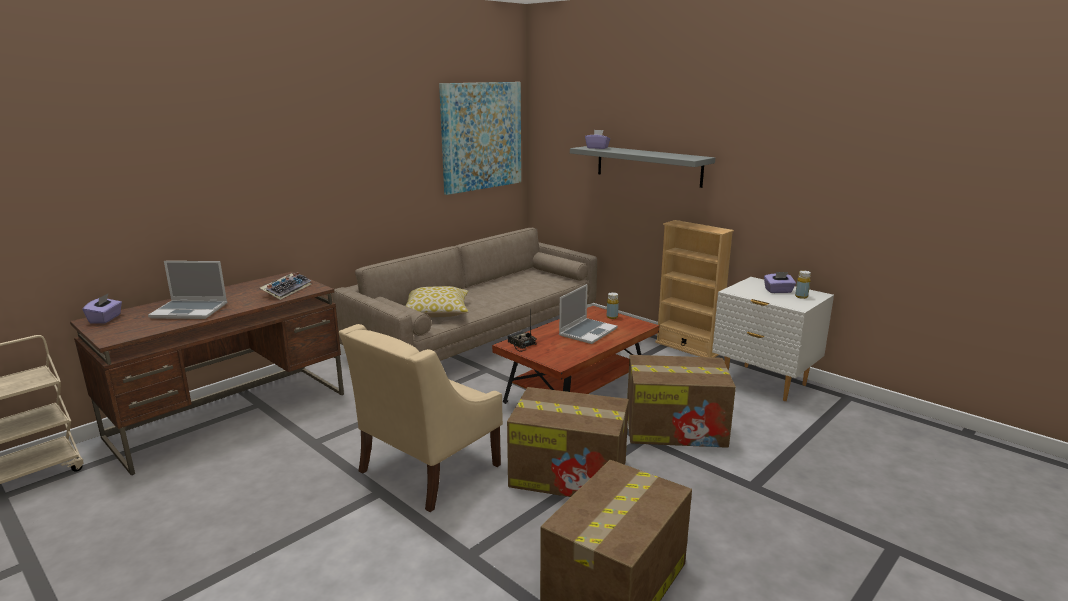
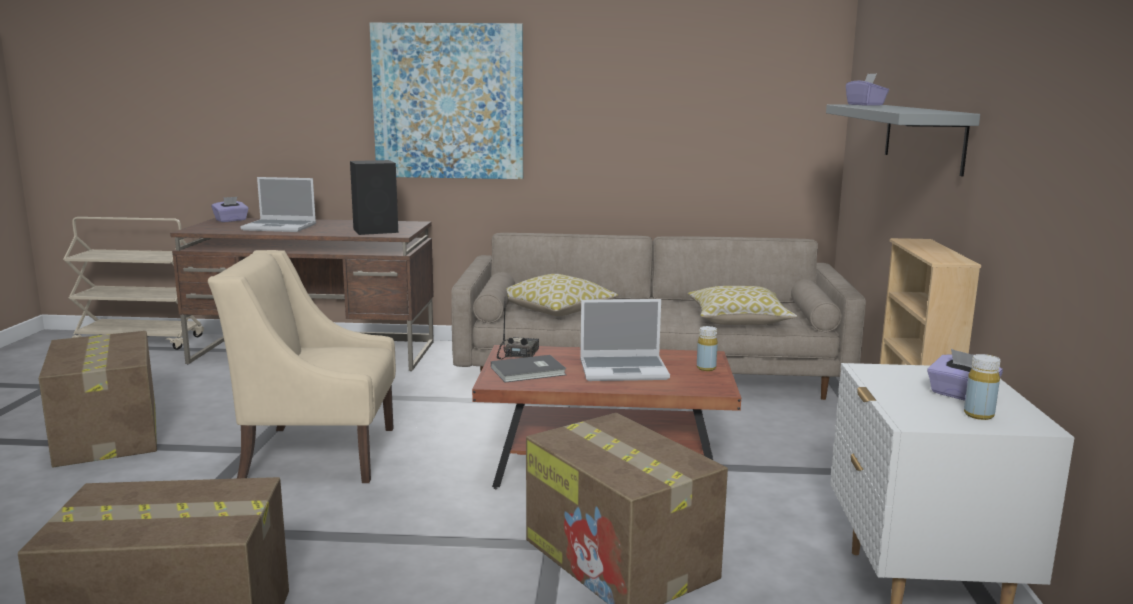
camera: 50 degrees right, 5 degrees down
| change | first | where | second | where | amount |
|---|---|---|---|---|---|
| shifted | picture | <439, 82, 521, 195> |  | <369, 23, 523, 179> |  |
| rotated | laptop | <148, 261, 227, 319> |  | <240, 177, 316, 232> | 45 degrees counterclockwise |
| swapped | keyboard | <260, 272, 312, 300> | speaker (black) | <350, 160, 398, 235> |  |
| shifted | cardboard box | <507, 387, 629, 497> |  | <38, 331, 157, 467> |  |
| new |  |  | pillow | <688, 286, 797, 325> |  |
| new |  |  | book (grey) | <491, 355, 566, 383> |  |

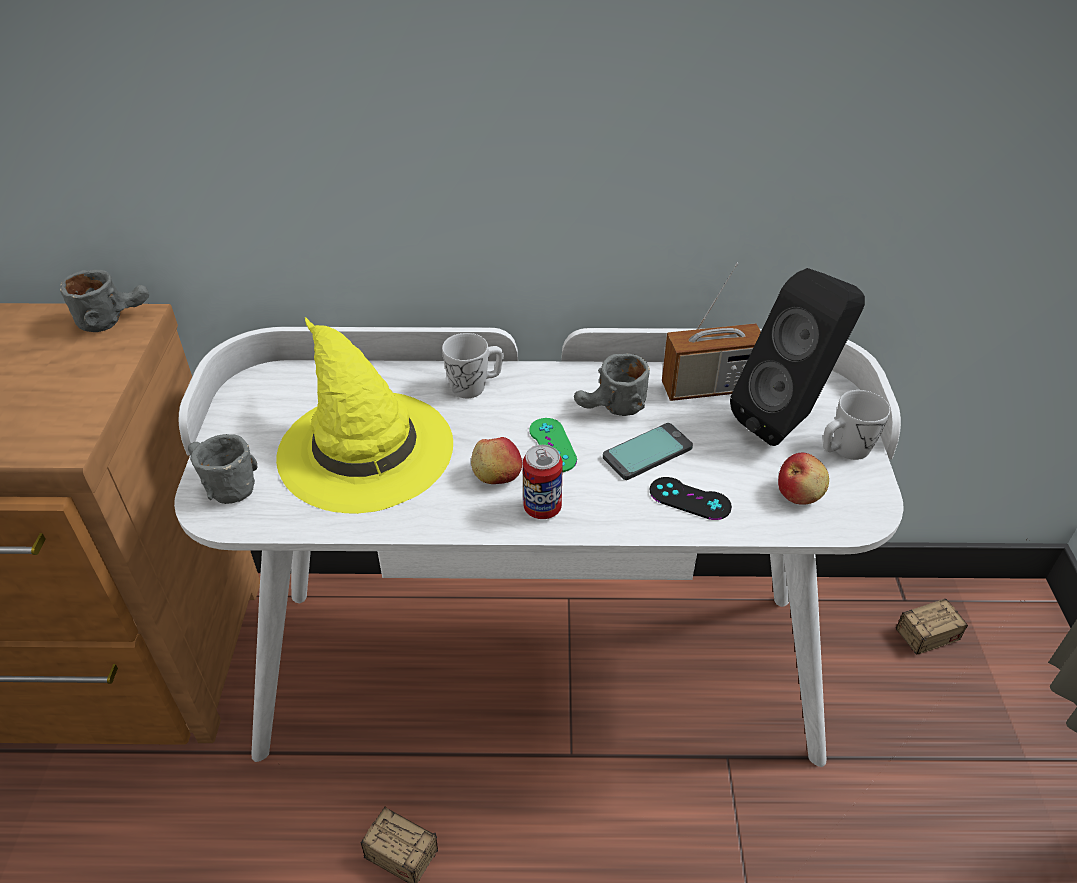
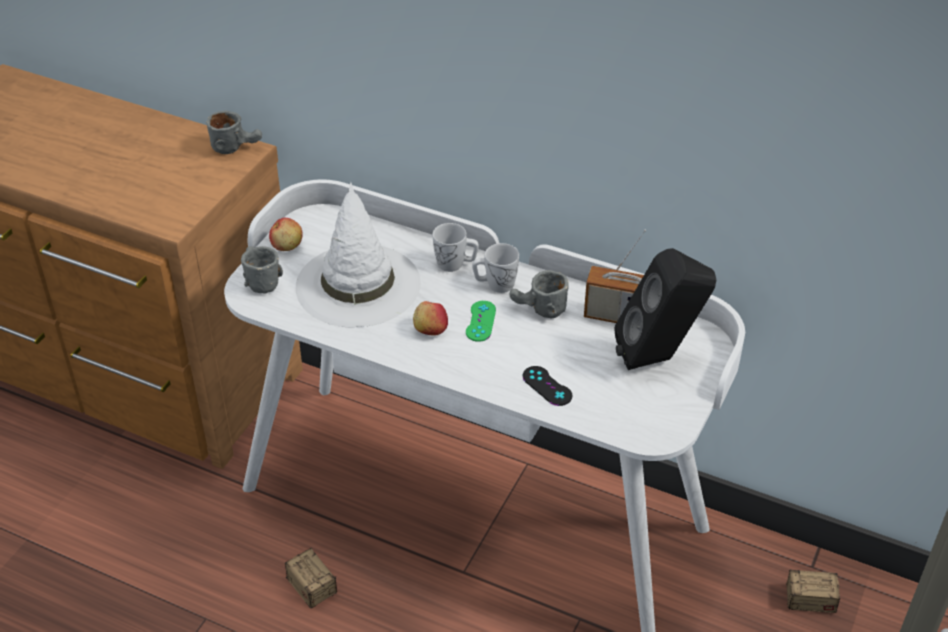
camera: 25 degrees right, 0 degrees up
| change | first | where | second | where | amount |
|---|---|---|---|---|---|
| repainted | hat (yellow) | <276, 317, 453, 514> | hat (white) | <296, 182, 421, 327> |  |
| shifted | mug (white) | <823, 390, 890, 460> |  | <472, 243, 519, 293> |  |
| gone | phone | <603, 423, 693, 480> |  |  |  |
| gone | can | <523, 445, 563, 519> |  |  |  |
| shifted | apple | <778, 453, 829, 505> |  | <269, 218, 303, 251> |  |

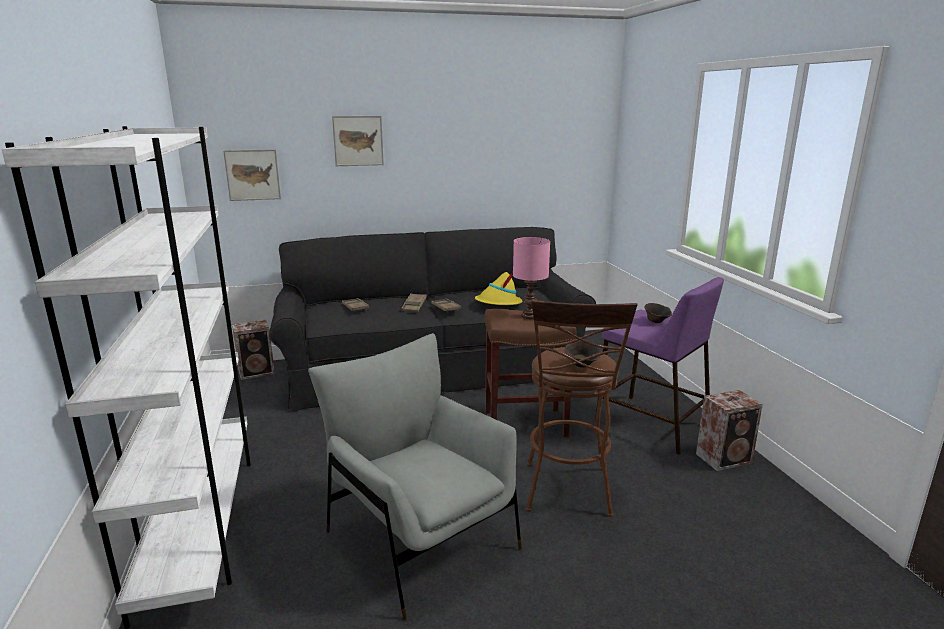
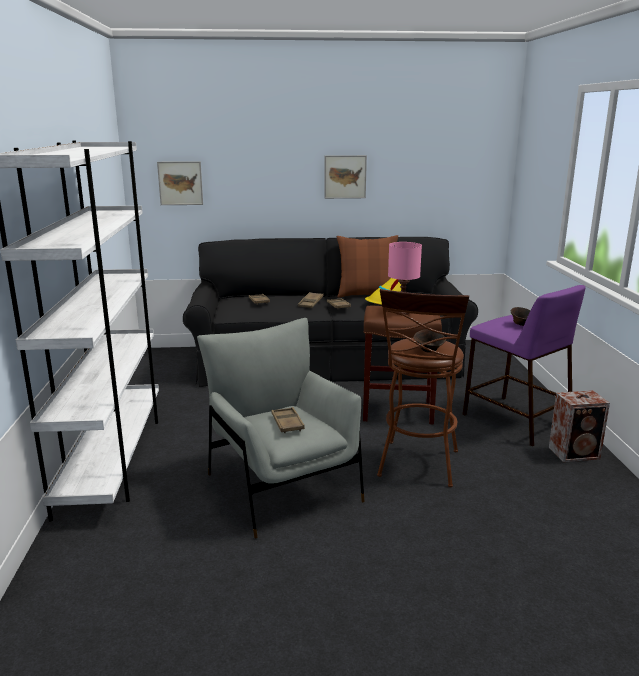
camera: 10 degrees right, 0 degrees up
| change | first | where | second | where | amount |
|---|---|---|---|---|---|
| shifted | picture | <332, 116, 384, 166> |  | <324, 155, 367, 199> |  |
| gone | speaker | <232, 320, 275, 380> |  |  |  |
| new |  |  | pillow (brown) | <336, 235, 398, 298> |  |
| new |  |  | tray (brown) | <271, 407, 305, 433> |  |

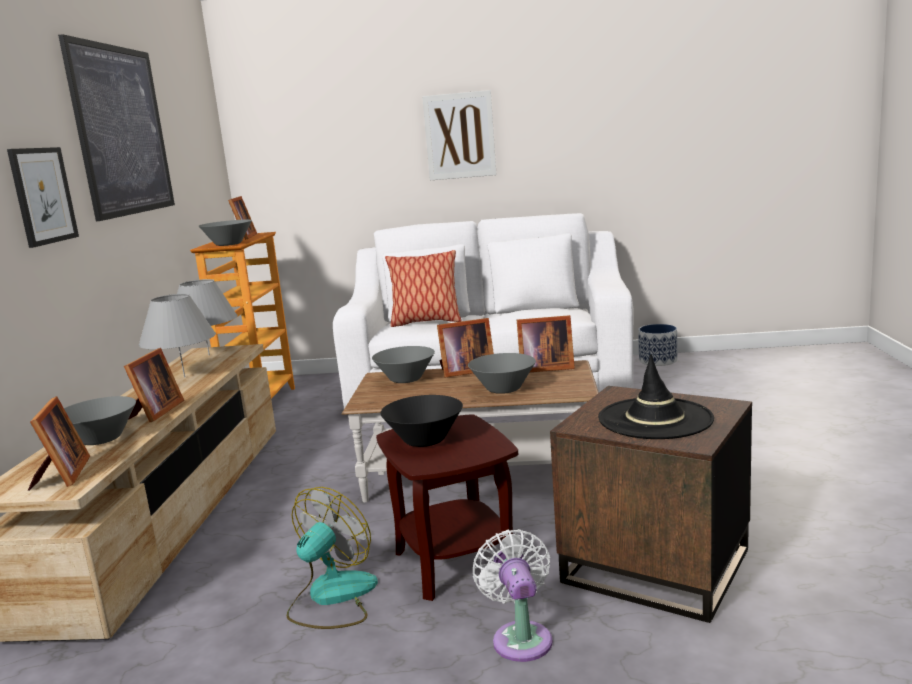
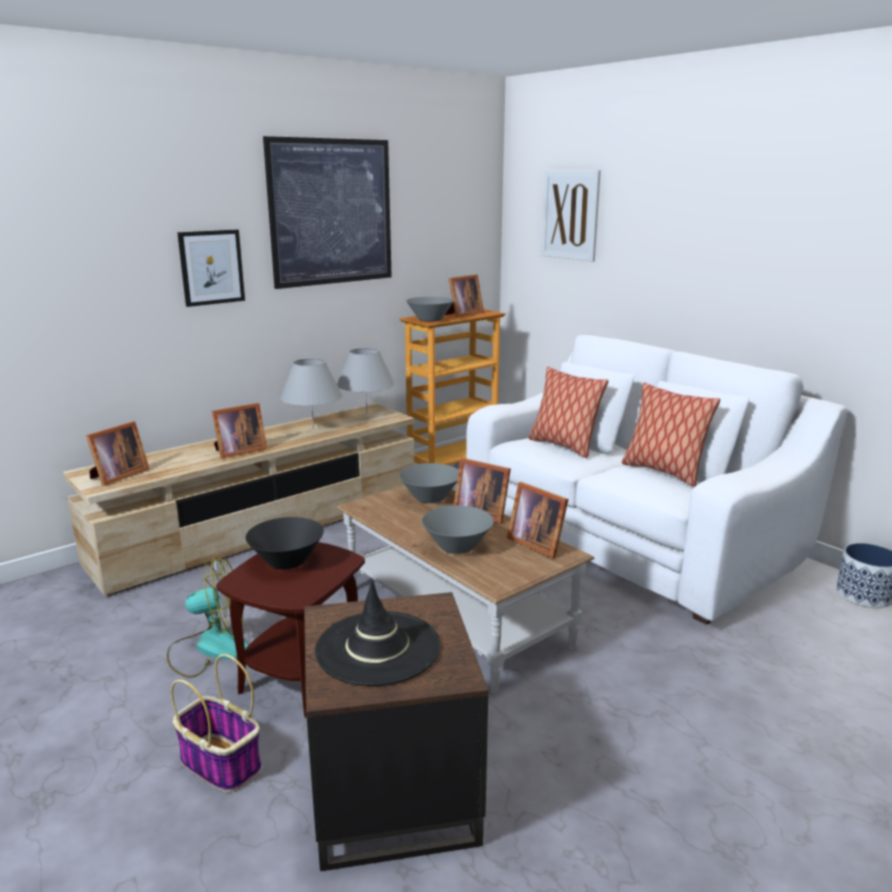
camera: 45 degrees right, 5 degrees up
| change | first | where | second | where | amount |
|---|---|---|---|---|---|
| shifted | picture | <422, 90, 497, 180> |  | <541, 170, 601, 261> |  |
| gone | bowl (grey) | <64, 396, 136, 445> |  |  |  |
| swapped | fan (white) | <473, 529, 552, 662> | basket | <171, 654, 261, 793> |  |
| new |  |  | pillow | <622, 382, 720, 487> |  |

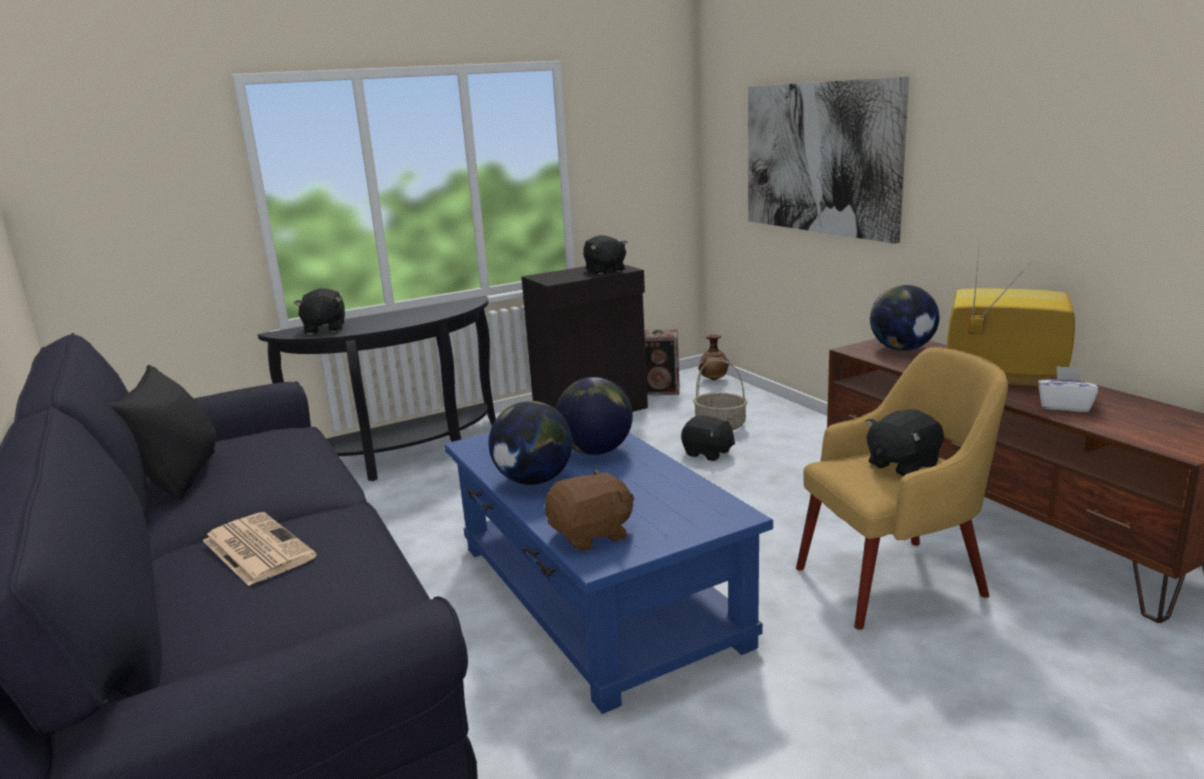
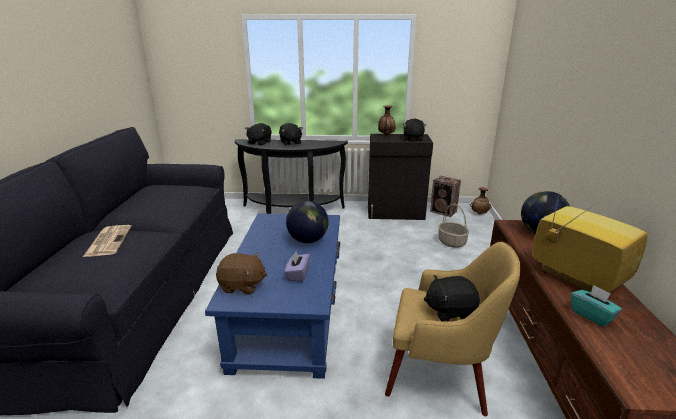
camera: 30 degrees right, 5 degrees up
| change | first | where | second | where | amount |
|---|---|---|---|---|---|
| gone | picture | <748, 76, 909, 244> |  |  |  |
| gone | pillow (black) | <108, 365, 216, 500> |  |  |  |
| repainted | tissue box (white) | <1038, 366, 1099, 412> | tissue box (turquoise) | <571, 285, 622, 327> |  |
| gone | globe | <489, 401, 573, 485> |  |  |  |
| shifted | plush toy (black) | <681, 415, 735, 461> |  | <279, 123, 303, 145> |  |
| new |  |  | vase | <378, 106, 396, 135> |  |
| new |  |  | tissue box (purple) | <285, 251, 310, 282> |  |

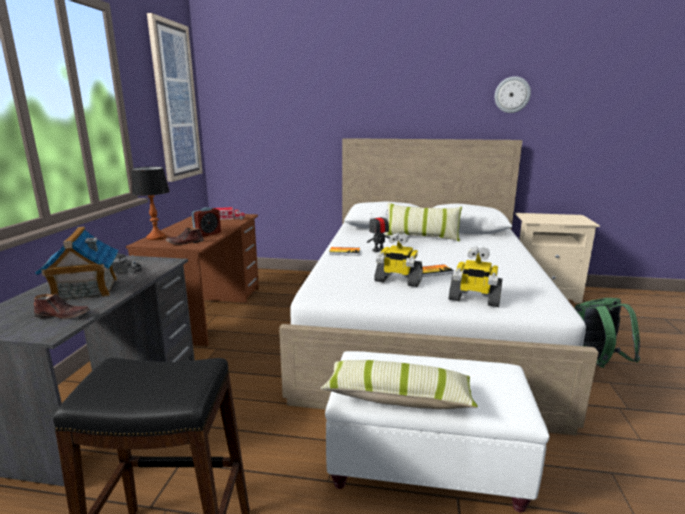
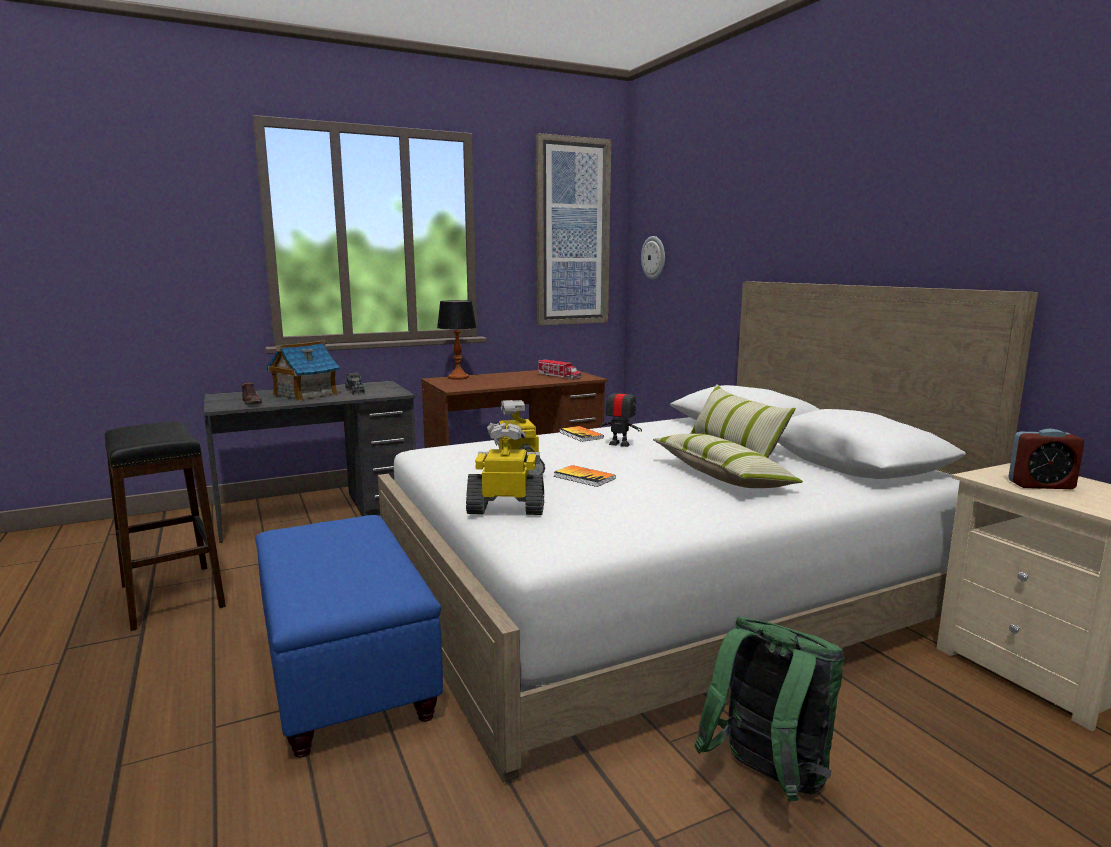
camera: 55 degrees right, 5 degrees down
| change | first | where | second | where | amount |
|---|---|---|---|---|---|
| shifted | wall clock | <495, 76, 531, 113> |  | <641, 236, 665, 279> |  |
| shifted | alarm clock | <192, 207, 221, 237> |  | <1009, 429, 1084, 489> |  |
| gone | shoe (brown) | <166, 228, 204, 245> |  |  |  |
| rotated | toy robot | <449, 246, 502, 307> |  | <466, 423, 544, 515> | 105 degrees clockwise |
| repainted | ottoman (white) | <325, 351, 550, 513> | ottoman (blue) | <255, 515, 443, 758> |  |
| shifted | pillow | <321, 360, 478, 409> |  | <653, 434, 803, 488> |  |

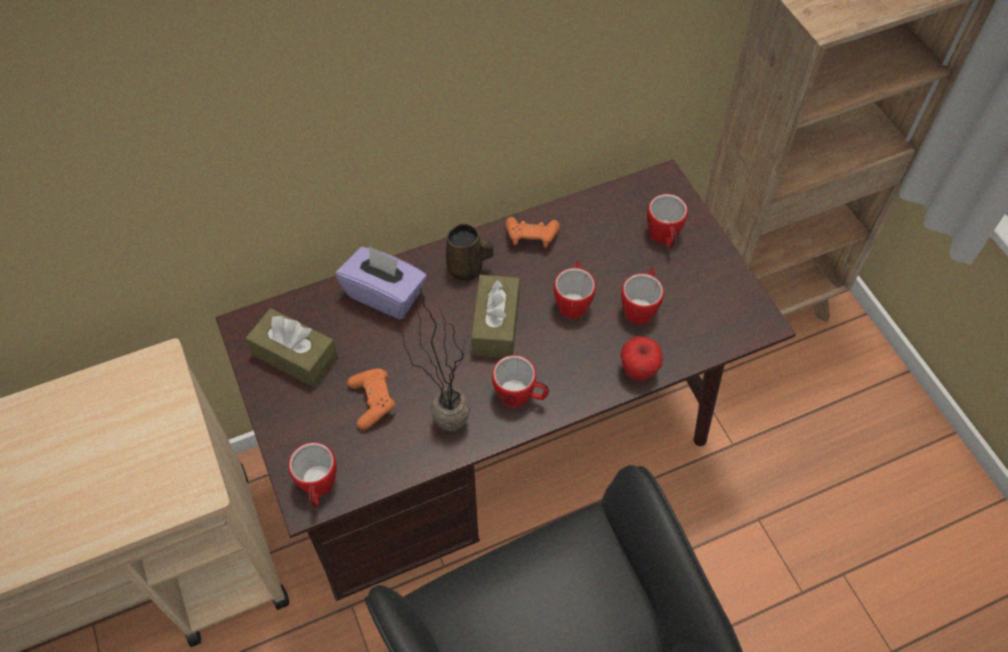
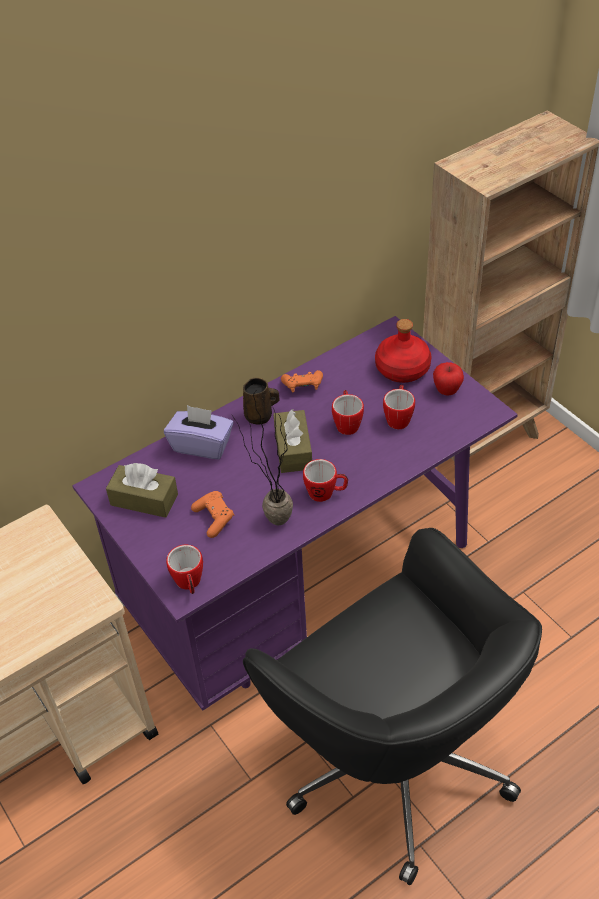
camera: 10 degrees left, 10 degrees down
| change | first | where | second | where | amount |
|---|---|---|---|---|---|
| repainted | desk (brown) | <215, 159, 796, 601> | desk (purple) | <72, 316, 518, 711> |  |
| swapped | mug | <647, 194, 688, 249> | bottle (red) | <375, 319, 432, 383> |  |
| shifted | apple | <621, 336, 663, 381> |  | <433, 362, 464, 396> |  |

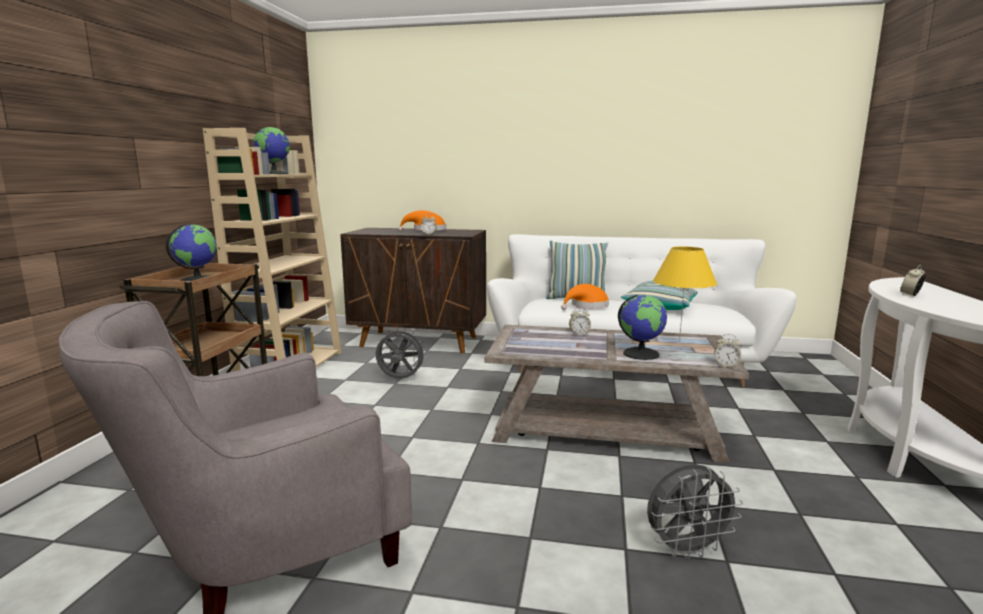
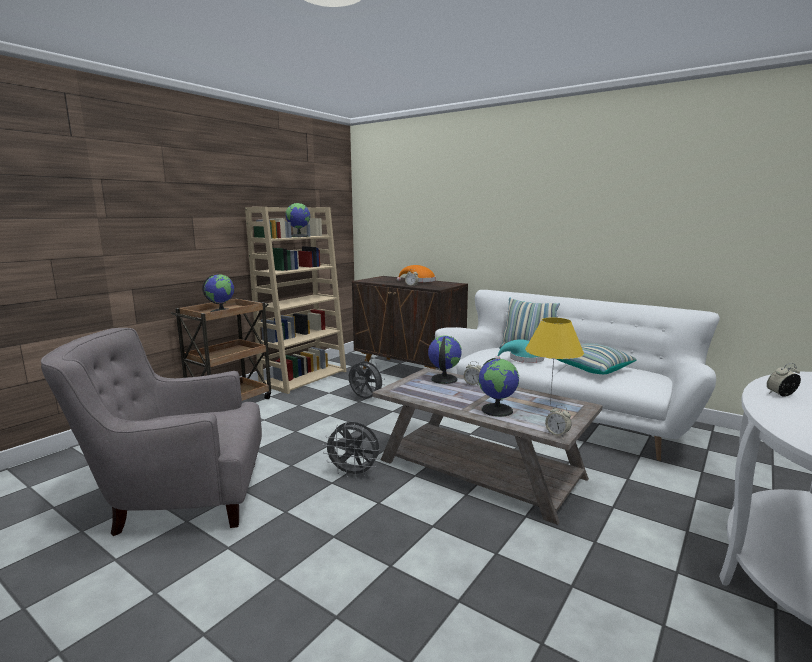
camera: 25 degrees right, 0 degrees up
| change | first | where | second | where | amount |
|---|---|---|---|---|---|
| repainted | hat (orange) | <561, 284, 609, 310> | hat (turquoise) | <495, 339, 544, 363> |  |
| shifted | fan (grey) | <647, 464, 743, 559> |  | <323, 422, 380, 479> |  |
| new |  |  | globe | <428, 335, 462, 384> |  |

